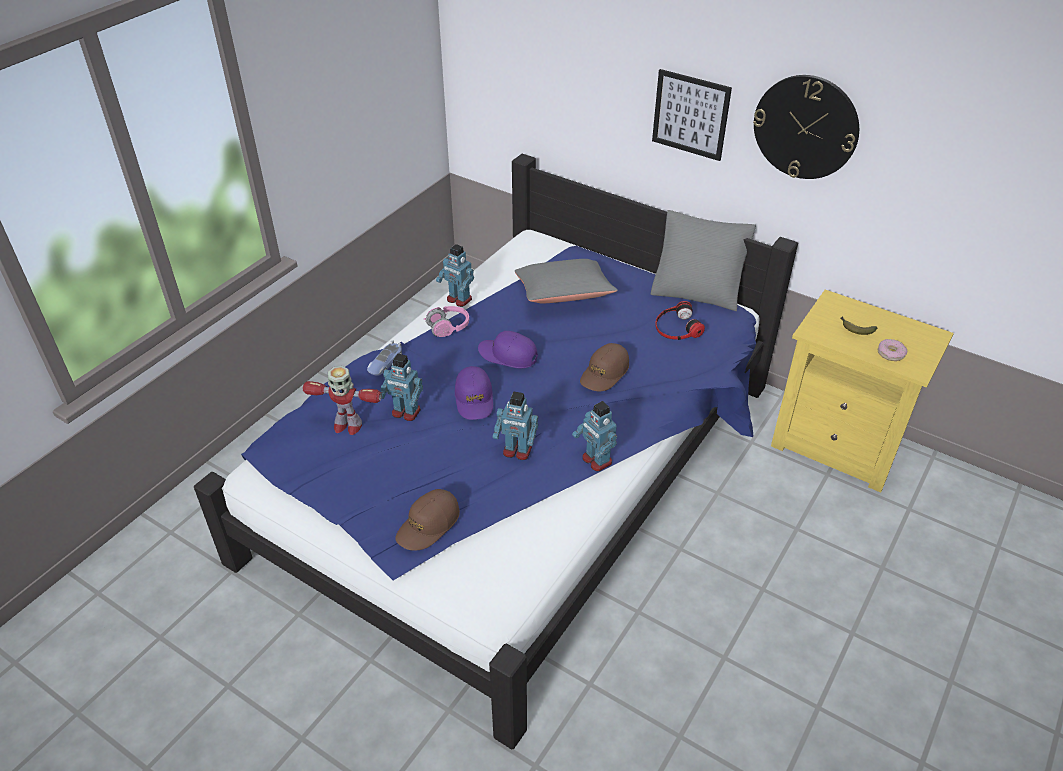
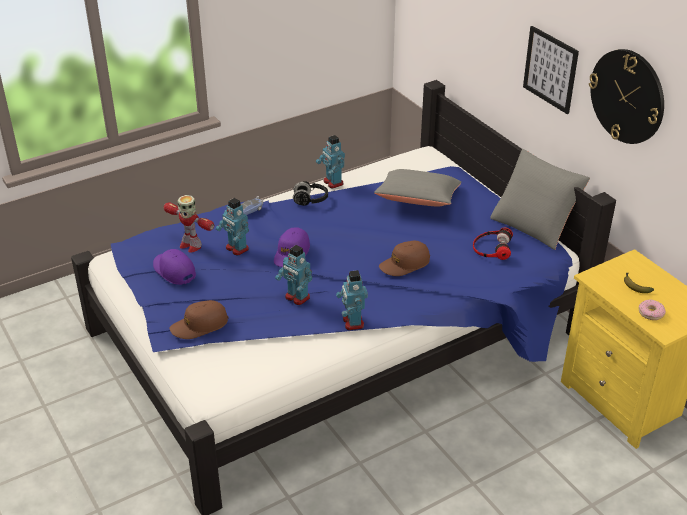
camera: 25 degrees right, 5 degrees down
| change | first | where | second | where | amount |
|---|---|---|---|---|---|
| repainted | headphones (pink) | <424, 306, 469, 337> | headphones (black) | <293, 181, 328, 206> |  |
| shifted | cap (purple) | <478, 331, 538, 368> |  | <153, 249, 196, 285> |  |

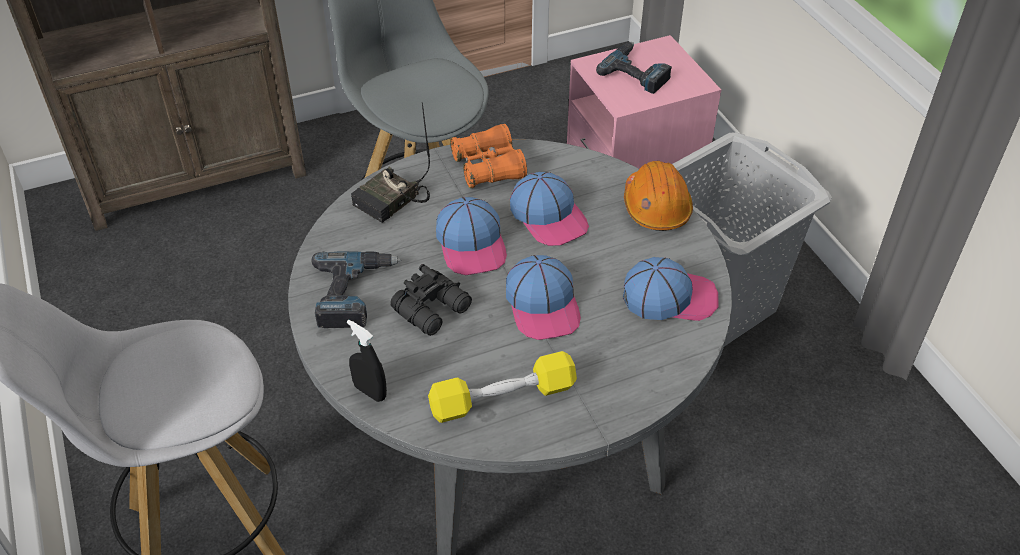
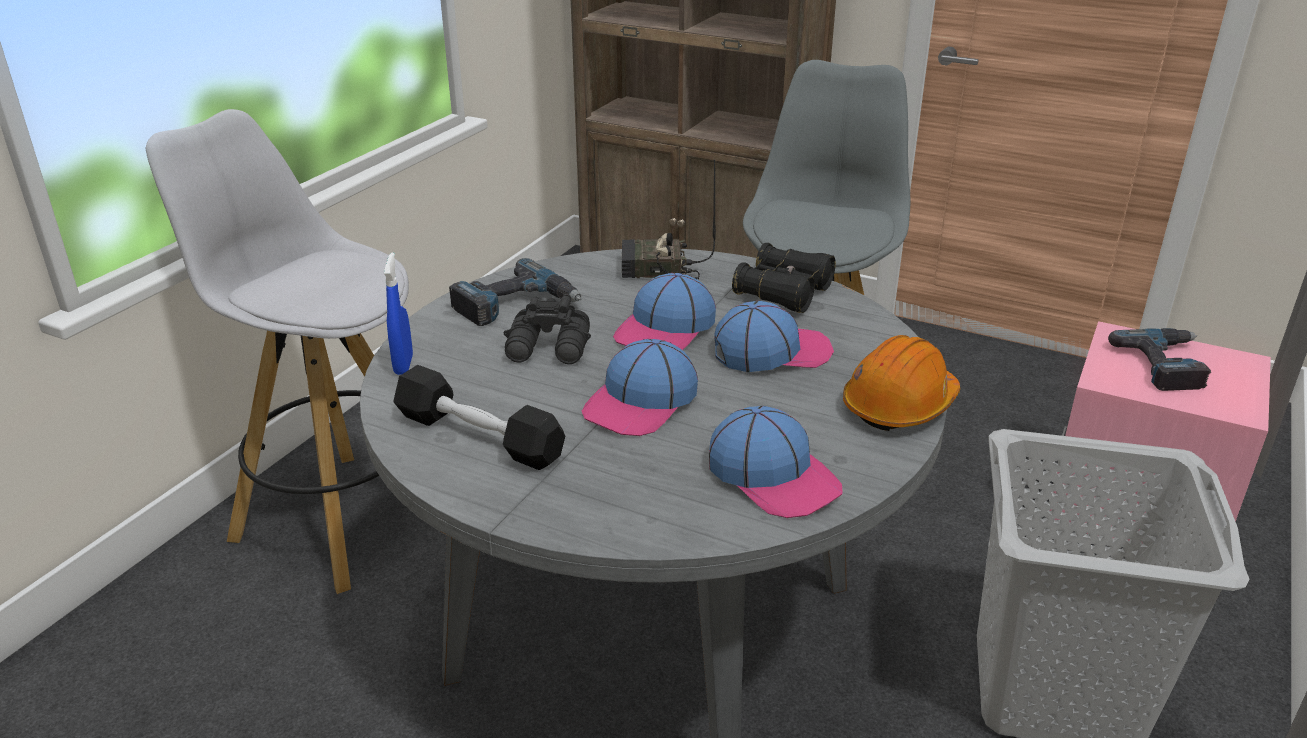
camera: 50 degrees right, 15 degrees down
| change | first | where | second | where | amount |
|---|---|---|---|---|---|
| repainted | binoculars (orange) | <450, 124, 527, 188> | binoculars (black) | <732, 243, 836, 313> |  |
| rotated | cap | <510, 172, 589, 246> |  | <714, 301, 834, 372> | 120 degrees counterclockwise |
| repainted | spray bottle (black) | <347, 320, 387, 402> | spray bottle (blue) | <384, 253, 413, 375> |  |
| repainted | dumbbell (yellow) | <428, 351, 577, 423> | dumbbell (black) | <393, 365, 565, 470> |  |

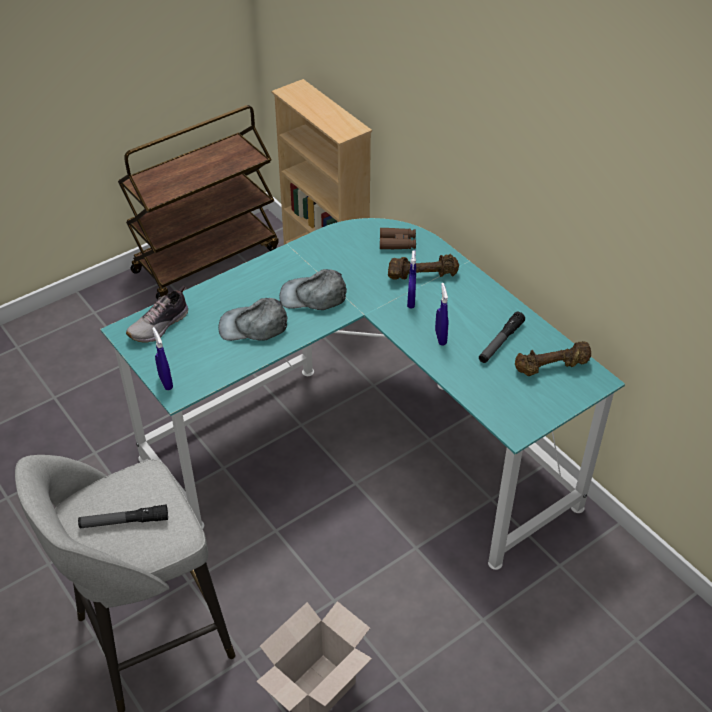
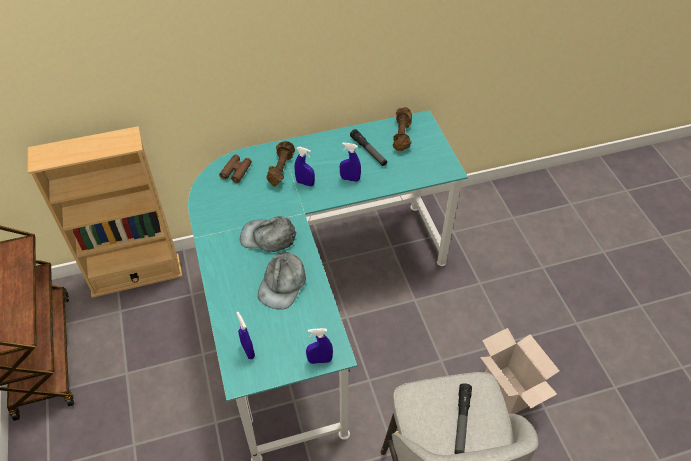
camera: 70 degrees left, 5 degrees up
| change | first | where | second | where | amount |
|---|---|---|---|---|---|
| rotated | cap (grey) | <279, 269, 347, 310> |  | <240, 216, 296, 252> | 75 degrees clockwise |
| swapped | shoe | <126, 286, 188, 343> | spray bottle (blue) | <236, 311, 255, 359> |  |

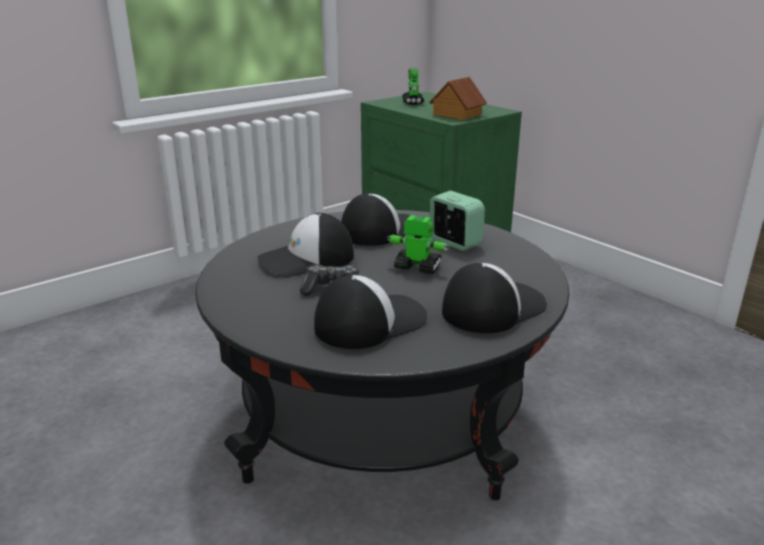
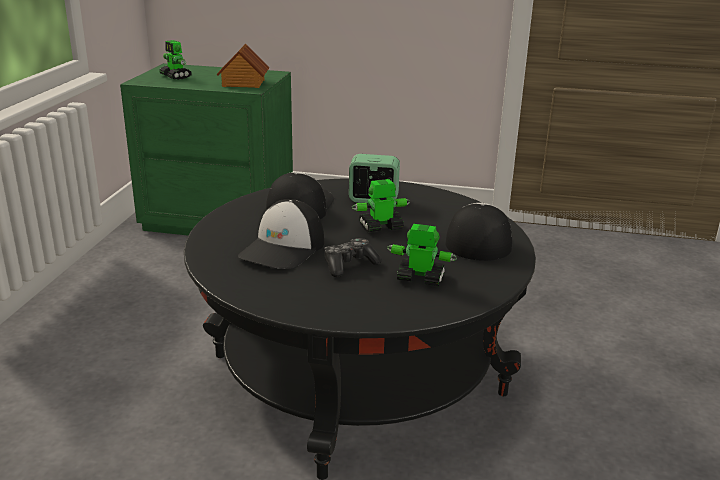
camera: 40 degrees left, 0 degrees up
| change | first | where | second | where | amount |
|---|---|---|---|---|---|
| swapped | cap | <314, 275, 427, 349> | toy robot | <387, 224, 457, 286> |  |

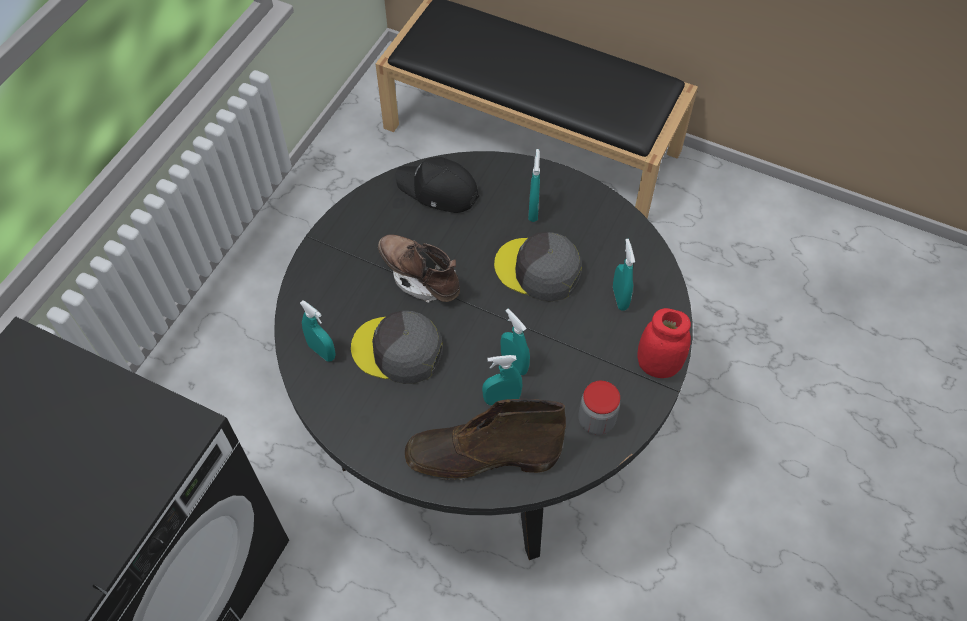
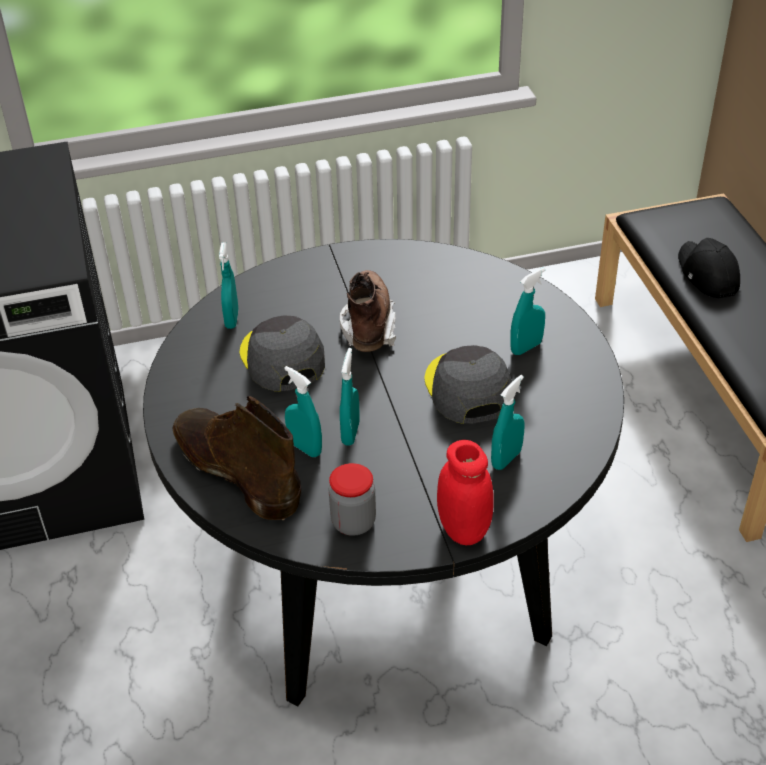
camera: 50 degrees right, 15 degrees down
| change | first | where | second | where | amount |
|---|---|---|---|---|---|
| shifted | cap (black) | <395, 157, 479, 213> |  | <678, 238, 740, 298> |  |

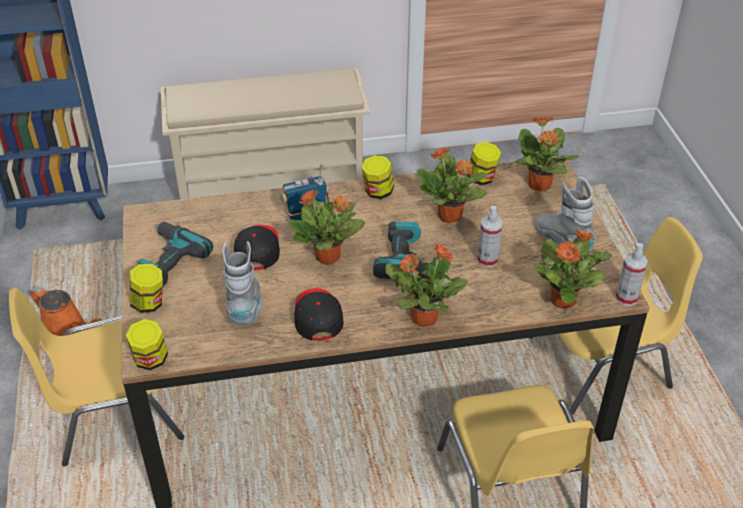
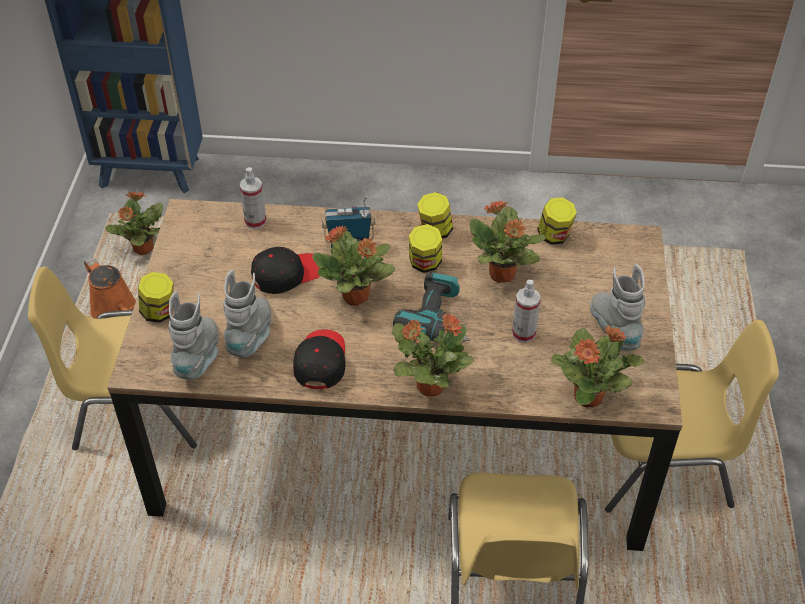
camera: 15 degrees right, 5 degrees up
| change | first | where | second | where | amount |
|---|---|---|---|---|---|
| gone | shoe rack (beige) | <161, 68, 370, 199> |  |  |  |
| shifted | potted plant | <515, 116, 579, 191> |  | <105, 192, 163, 255> |  |
| gone | power drill | <137, 222, 213, 287> |  |  |  |
| rotated | cap (black) | <234, 225, 280, 270> |  | <251, 247, 320, 294> | 45 degrees clockwise |
| shifted | spray bottle | <615, 243, 648, 306> |  | <240, 167, 266, 229> |  |
| shifted | jar | <126, 319, 168, 370> |  | <409, 224, 442, 273> |  |
| new |  |  | boot (grey) | <169, 291, 218, 380> |  |

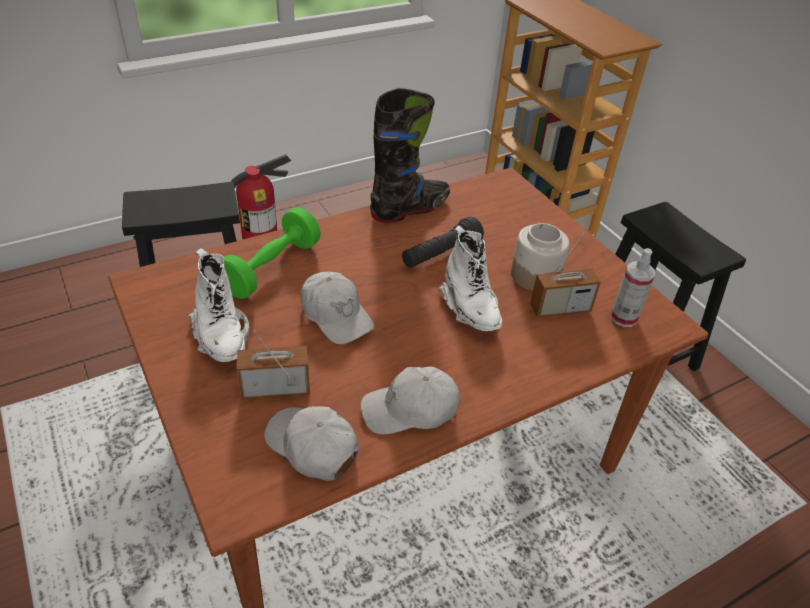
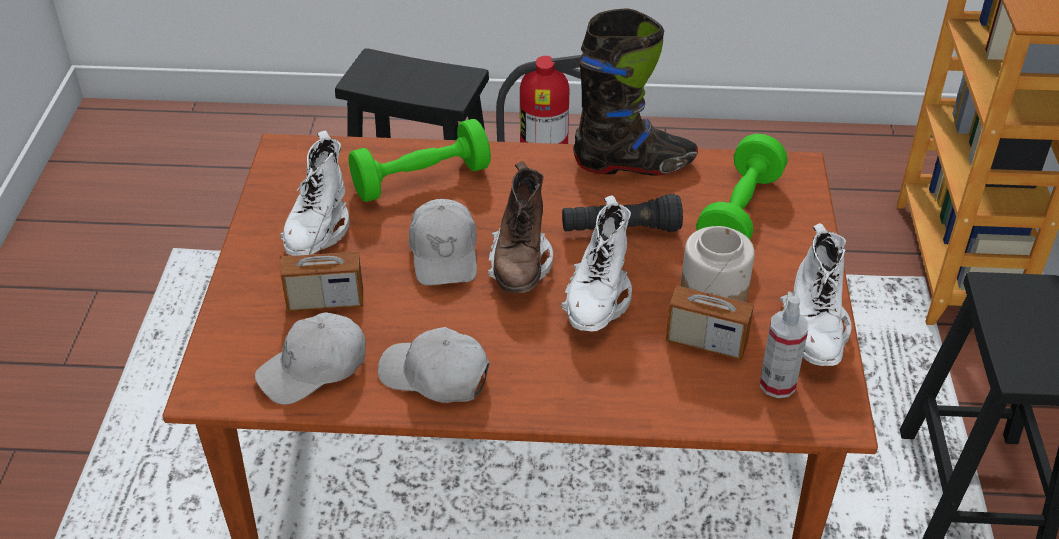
camera: 35 degrees right, 0 degrees up
| change | first | where | second | where | amount |
|---|---|---|---|---|---|
| rotated | radio | <236, 330, 310, 399> |  | <281, 205, 363, 312> | 150 degrees clockwise |
| rotated | cap (white) | <264, 406, 359, 481> |  | <255, 313, 366, 405> | 105 degrees counterclockwise |
| new |  |  | dumbbell (green) | <696, 134, 788, 240> |  |
| new |  |  | boot (brown) | <488, 161, 553, 293> |  |
| new |  |  | boot (white) | <780, 223, 852, 366> |  |

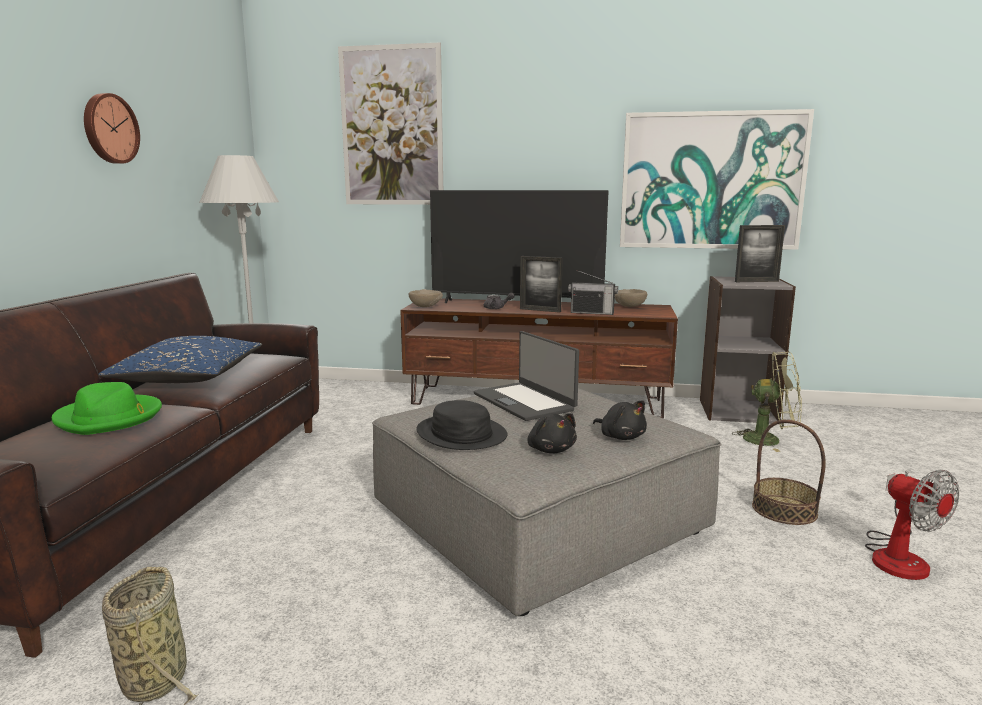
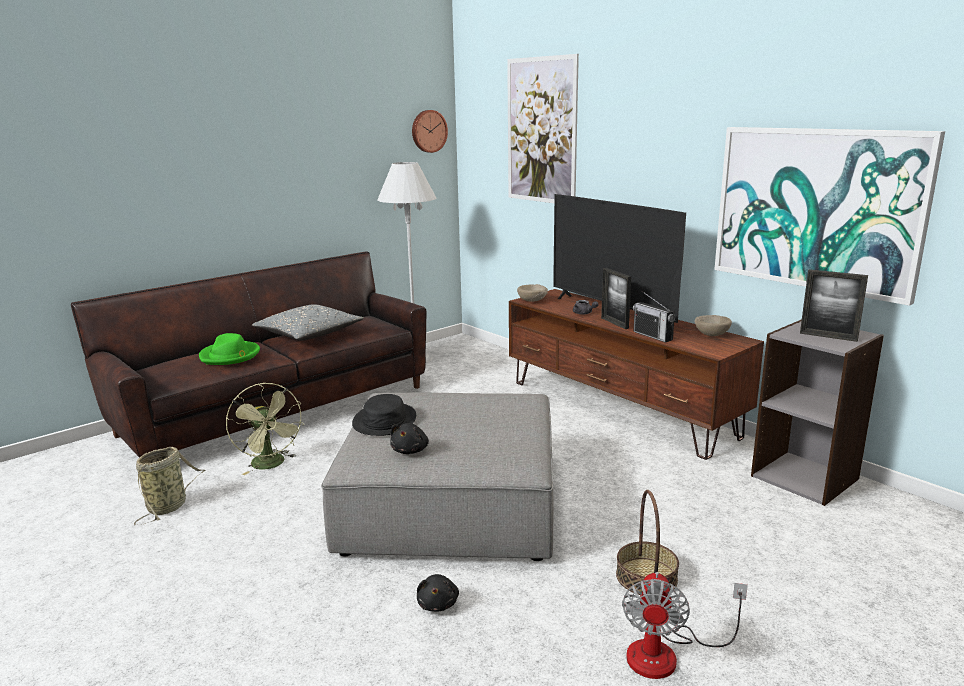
camera: 40 degrees right, 5 degrees up
| change | first | where | second | where | amount |
|---|---|---|---|---|---|
| shifted | wall clock | <84, 93, 140, 164> |  | <412, 110, 448, 153> |  |
| gone | laptop | <474, 331, 579, 421> |  |  |  |
| repainted | pillow (blue) | <98, 336, 262, 383> | pillow (grey) | <252, 304, 364, 341> |  |
| shifted | fan (green) | <732, 352, 802, 452> |  | <226, 383, 304, 475> |  |
| shifted | plush toy (black) | <593, 401, 647, 440> |  | <417, 574, 459, 612> |  |

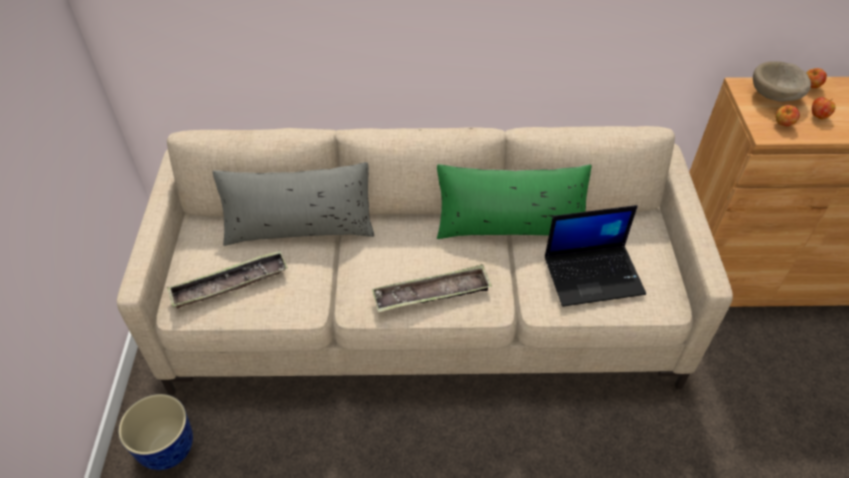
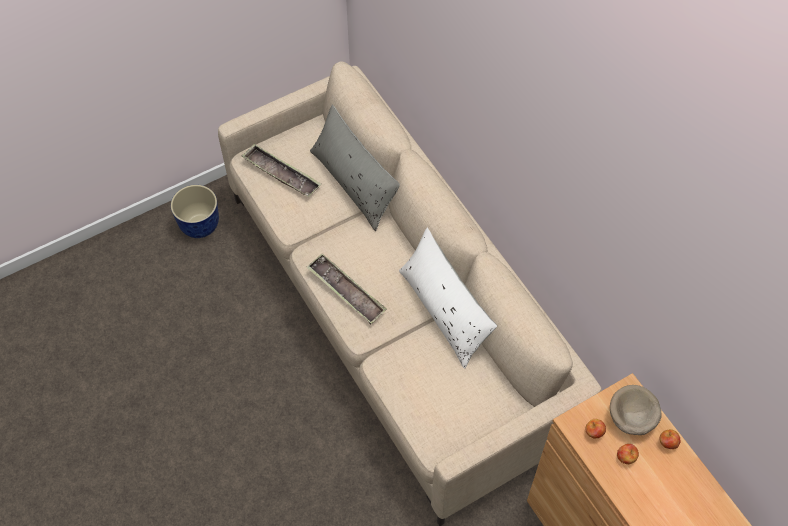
camera: 60 degrees right, 10 degrees up
| change | first | where | second | where | amount |
|---|---|---|---|---|---|
| repainted | pillow (green) | <437, 164, 592, 239> | pillow (white) | <399, 228, 497, 369> |  |
| gone | laptop | <545, 205, 646, 307> |  |  |  |

